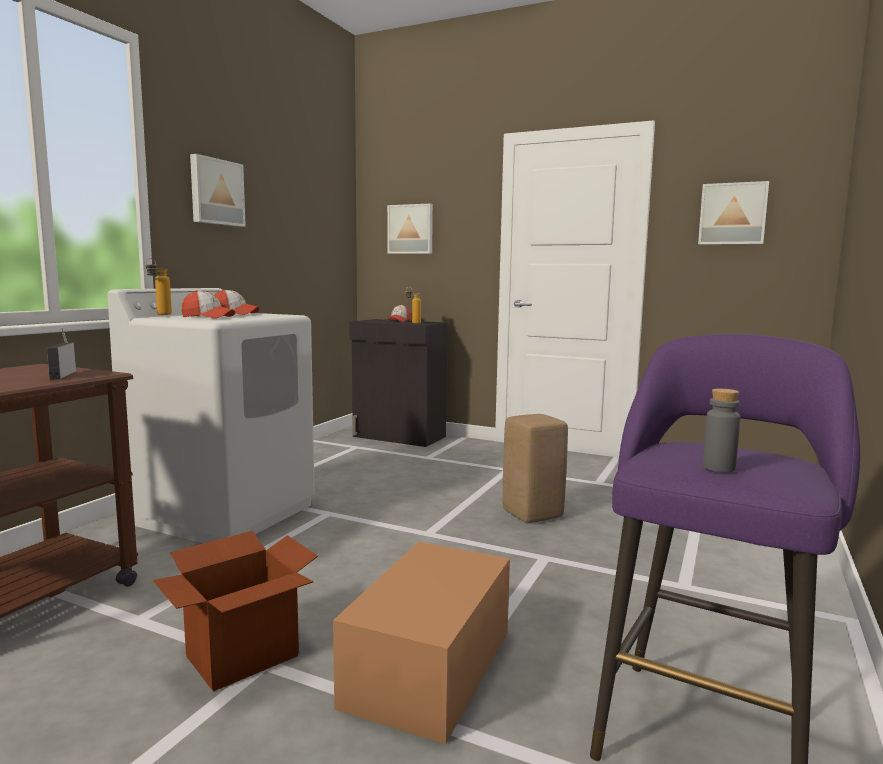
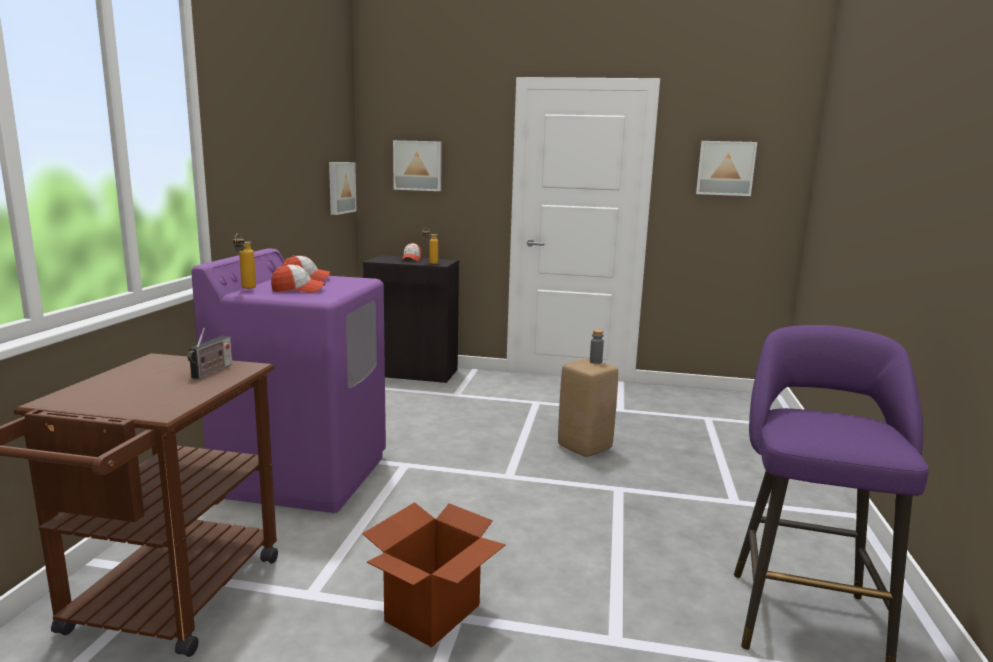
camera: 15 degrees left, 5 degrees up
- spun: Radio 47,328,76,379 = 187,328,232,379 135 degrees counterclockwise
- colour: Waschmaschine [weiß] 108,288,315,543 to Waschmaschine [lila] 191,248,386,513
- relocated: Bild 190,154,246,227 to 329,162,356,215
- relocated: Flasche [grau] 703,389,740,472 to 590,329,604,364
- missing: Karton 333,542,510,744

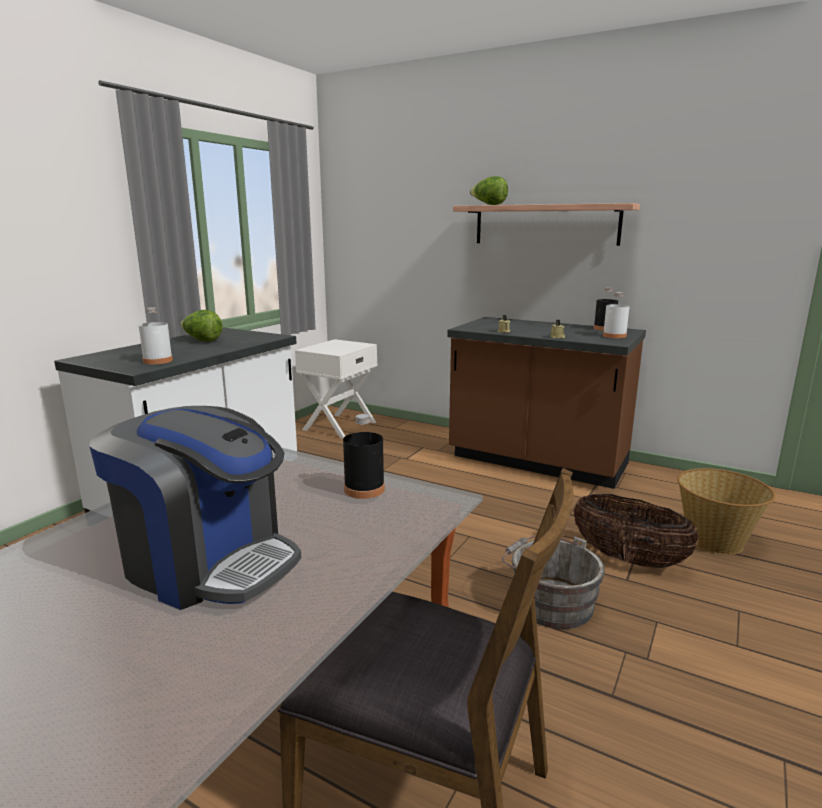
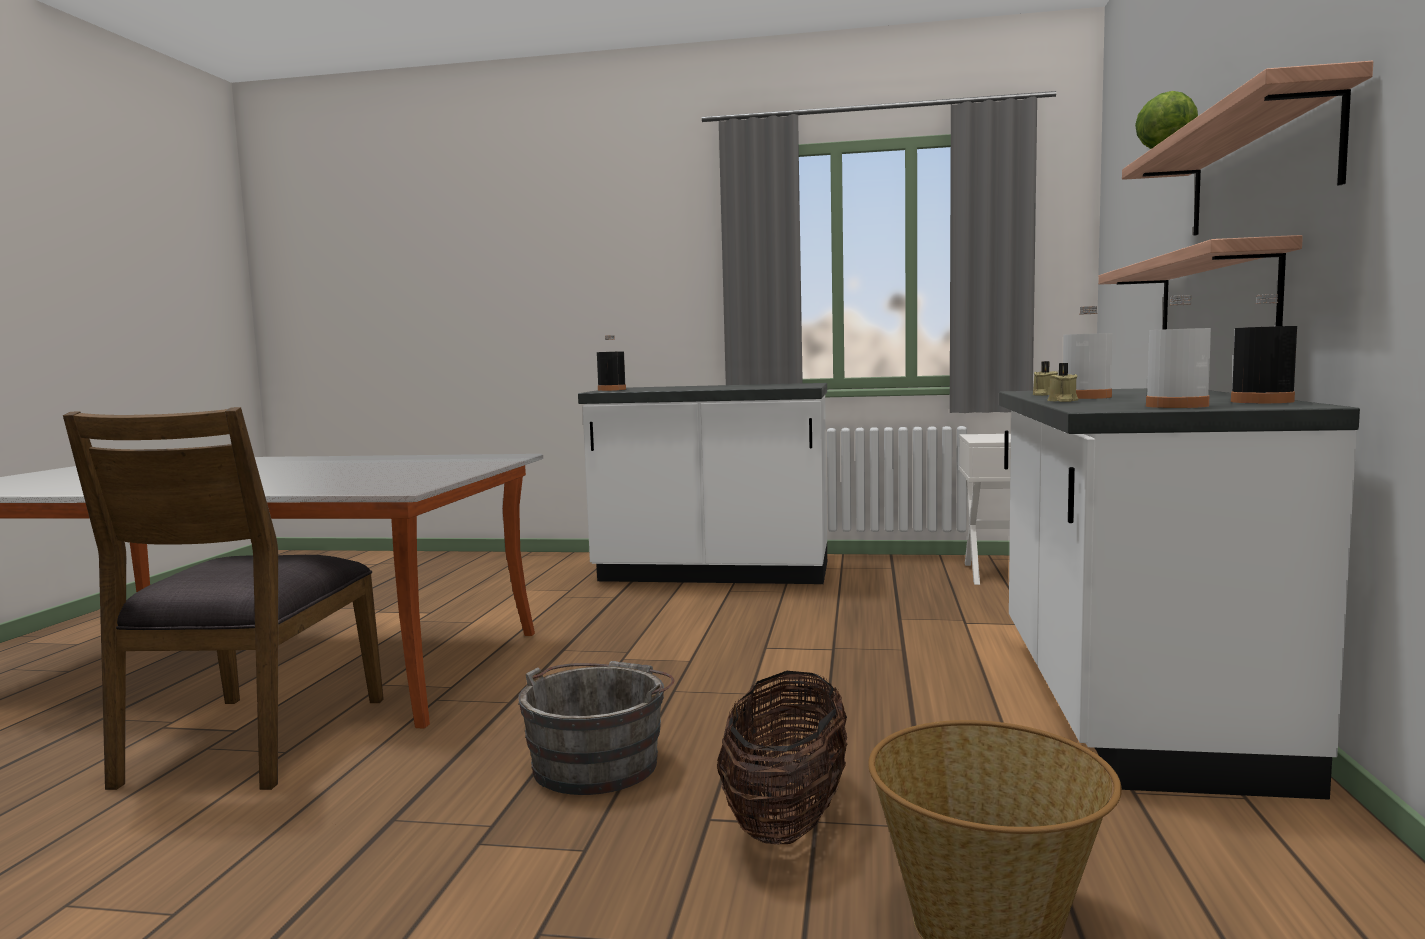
camera: 70 degrees right, 10 degrees down
- relocated: Flasche [schwarz] 343,414,385,499 to 597,335,626,391
- colour: Küchenzeile [braun] 447,317,646,489 to Küchenzeile [weiß] 999,388,1360,800
- relocated: Flasche [weiß] 139,308,173,364 to 1063,306,1113,399
- appeared: Wandregal 1098,235,1303,329
- missing: Kaffeemaschine 89,406,301,610
- missing: Salatkopf 180,310,223,341

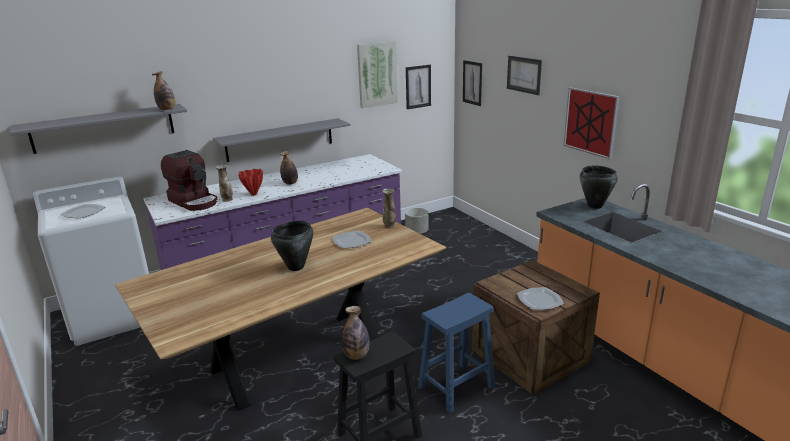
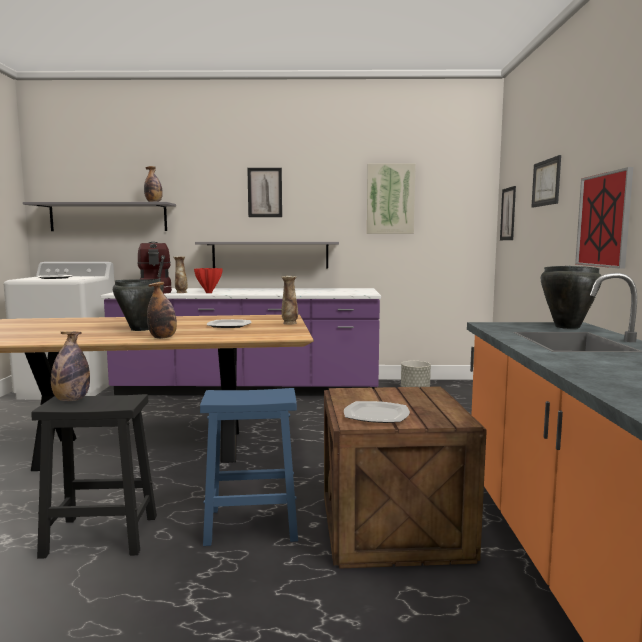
camera: 30 degrees right, 15 degrees down
- relocated: Flasche 280,151,298,185 to 147,282,177,339
- relocated: Bild 406,65,431,109 to 247,168,282,217

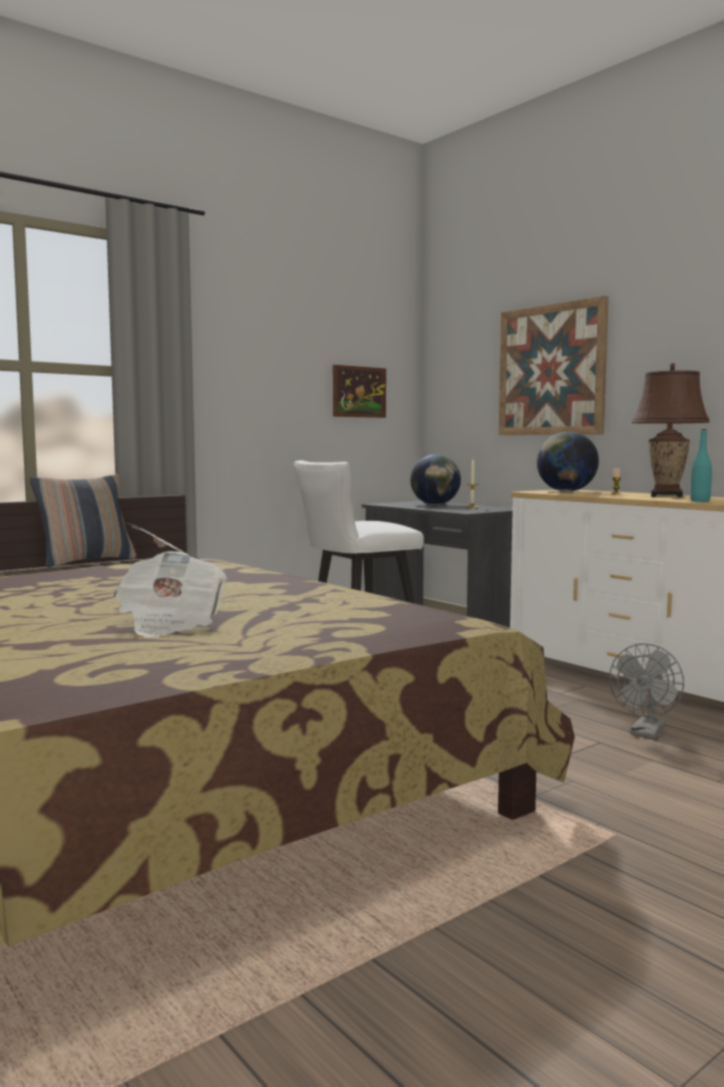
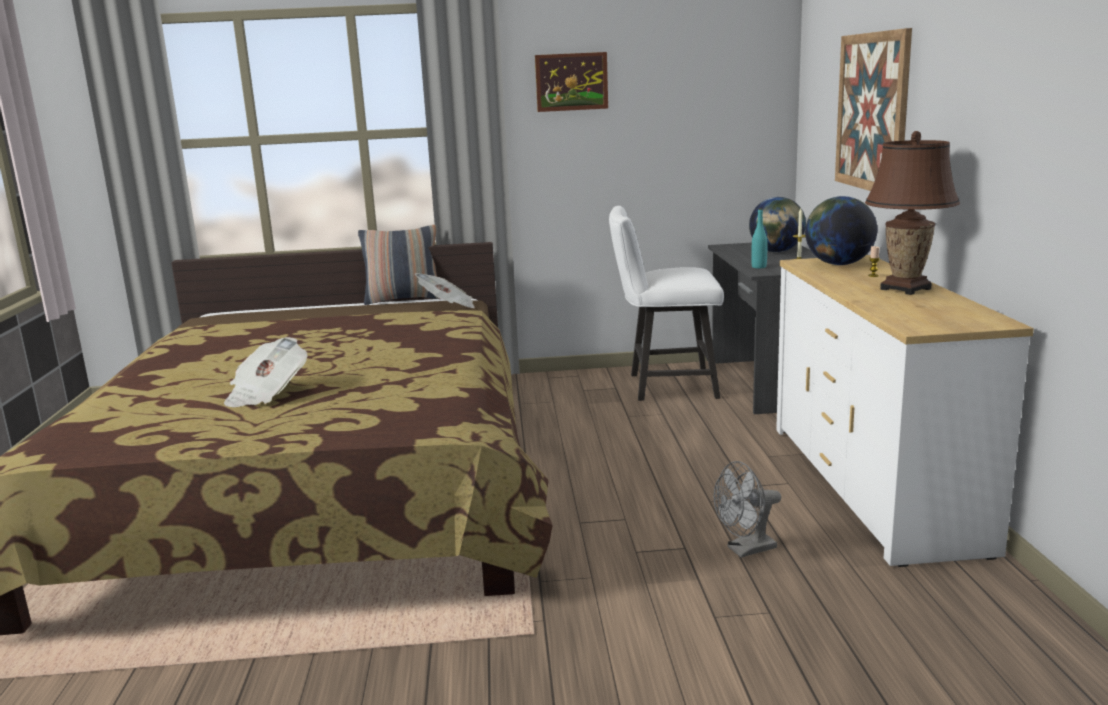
camera: 35 degrees right, 10 degrees up
- relocated: Bild 333,365,386,418 to 535,52,608,112
- relocated: Flasche [türkis] 691,429,712,502 to 751,208,768,268

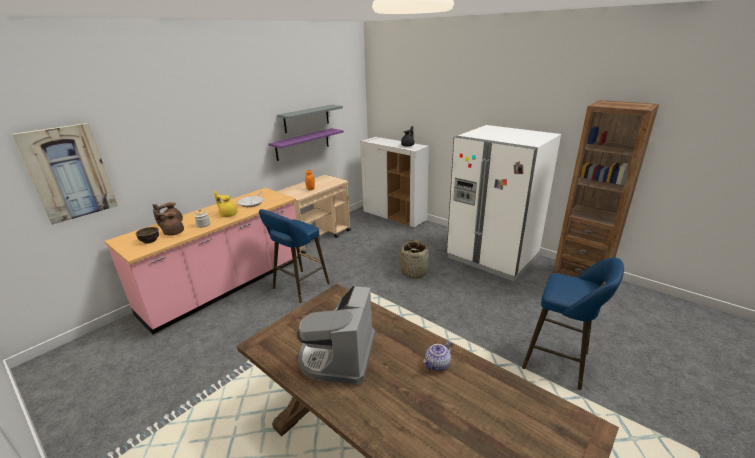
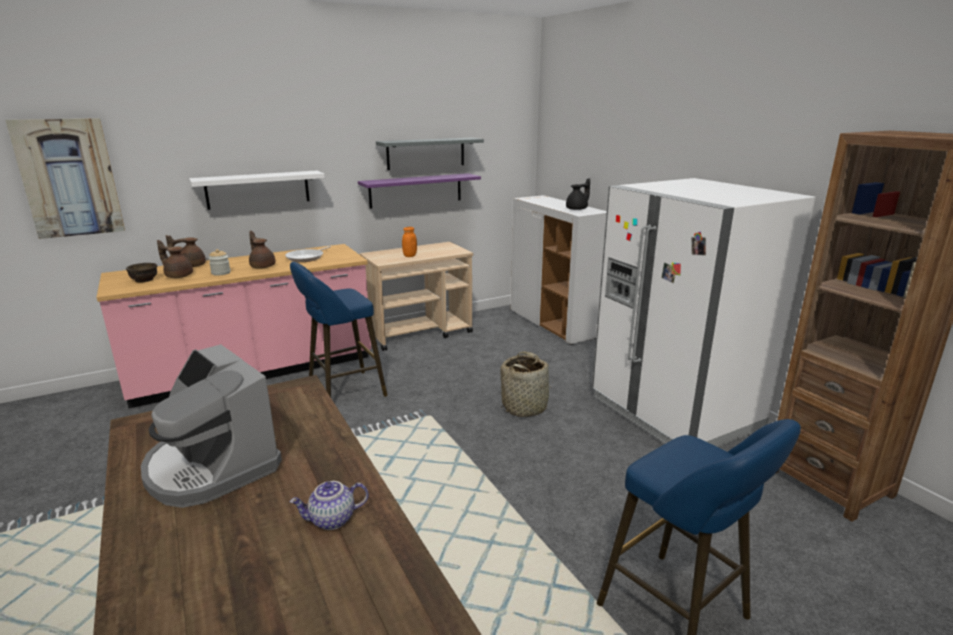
camera: 20 degrees right, 5 degrees down
- spun: Kaffeemaschine 297,285,375,385 = 141,344,282,508 75 degrees counterclockwise
- appeared: Wandregal [weiß] 189,171,325,210
- colour: Teekanne [gelb] 214,191,238,217 to Teekanne [braun] 249,231,276,269

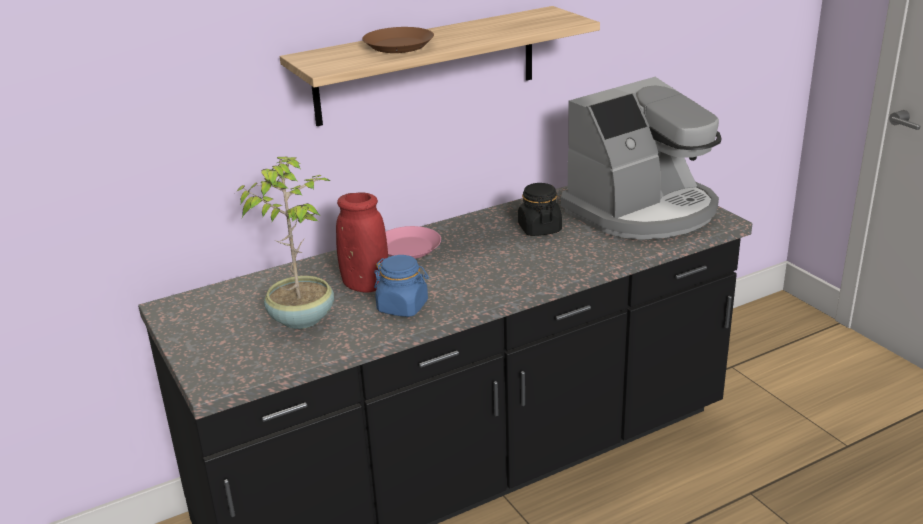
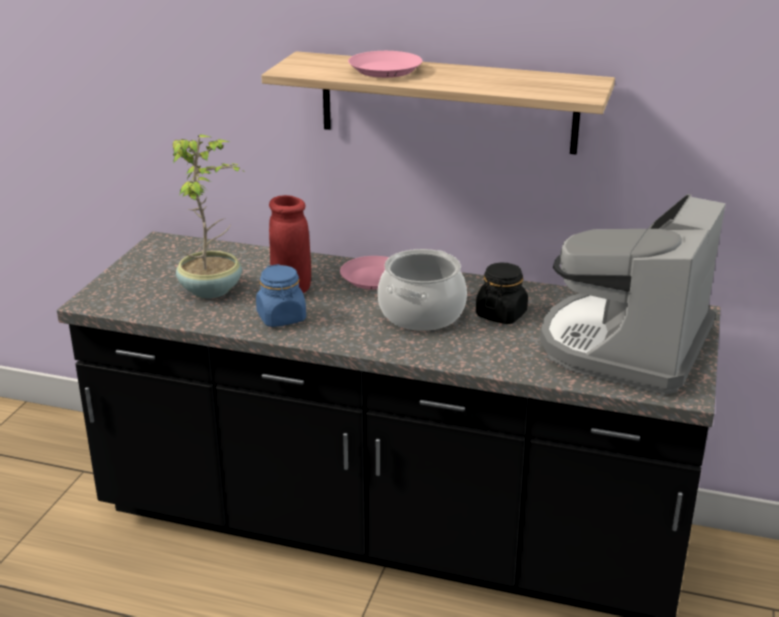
camera: 45 degrees right, 0 degrees up
- colour: Teller [braun] 362,27,434,53 to Teller [rosa] 348,51,423,78
- appeared: Kochtopf 378,249,467,331
- spun: Kaffeemaschine 561,77,721,240 = 540,194,726,395 105 degrees clockwise

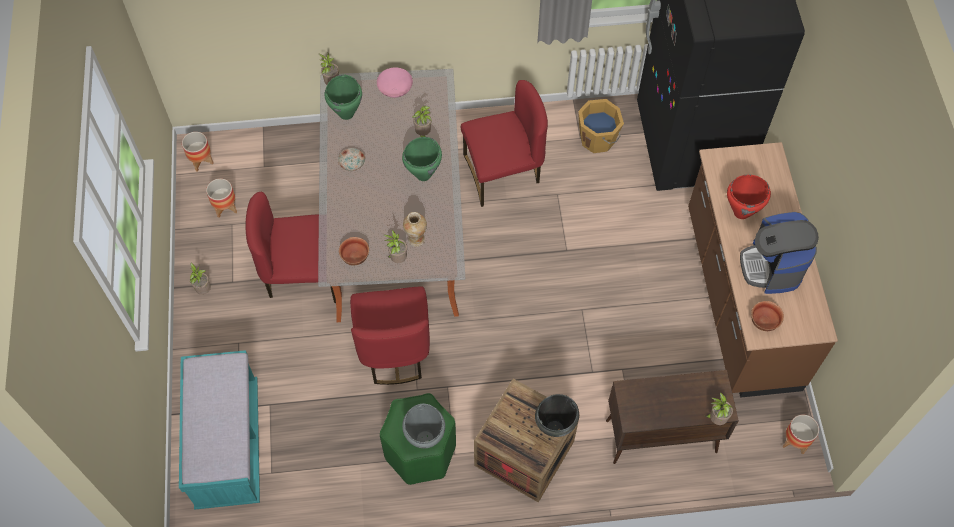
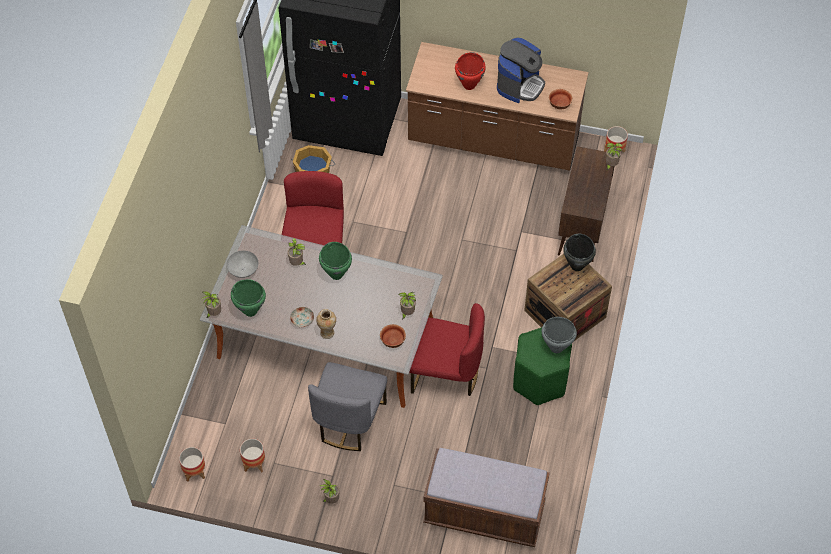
camera: 70 degrees left, 5 degrees down
- colour: Schüssel [rosa] 377,67,413,98 to Schüssel [grau] 227,251,259,278
- colour: Stuhl [rot] 246,192,336,303 to Stuhl [grau] 308,362,387,451
- relocated: Vase 403,212,427,247 to 316,309,336,339
- colour: Bank [türkis] 179,350,260,510 to Bank [braun] 423,448,550,547
- spun: Kaffeemaschine 740,212,819,294 = 497,38,545,103 75 degrees counterclockwise

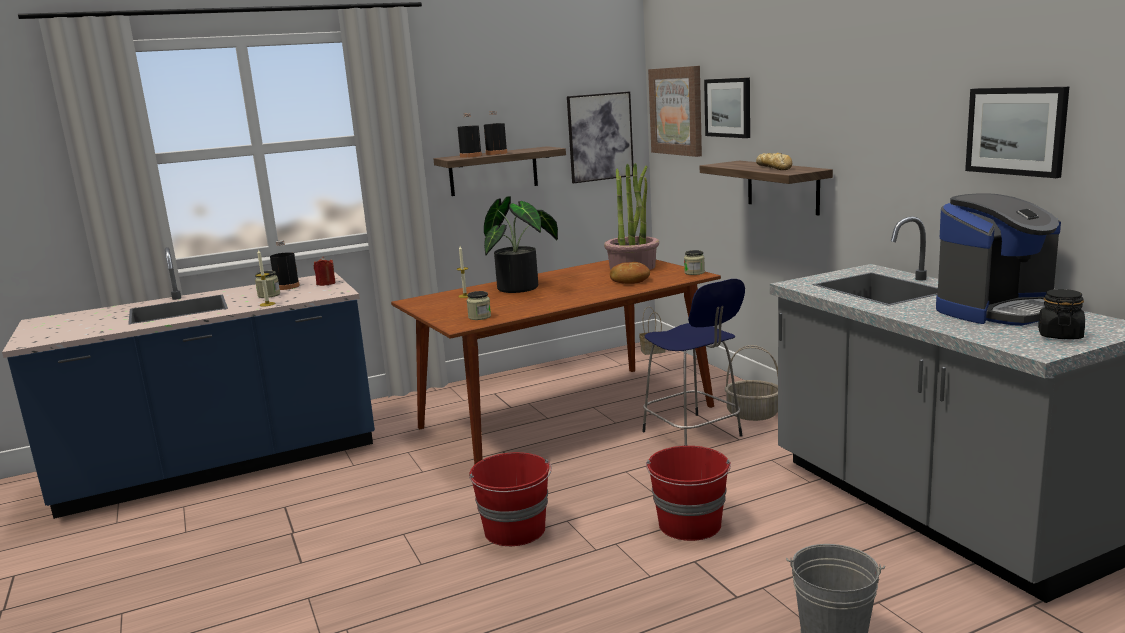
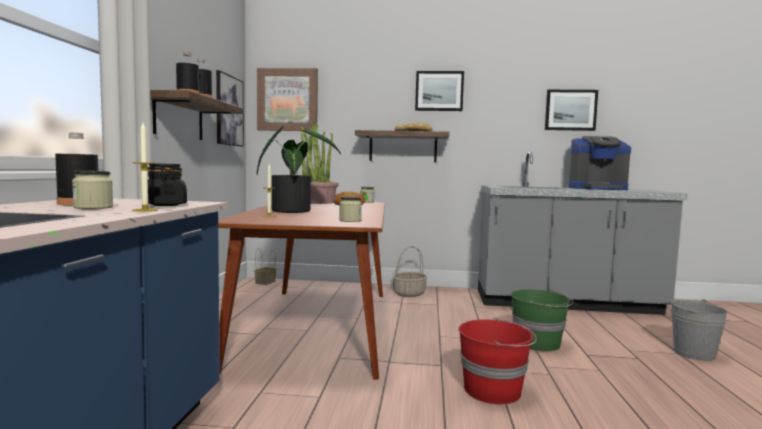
camera: 60 degrees left, 10 degrees down
- relocated: Vorratsglas [schwarz] 1038,289,1085,339 to 147,163,187,206
- relocated: Bild 704,78,750,138 to 415,71,464,111
- colour: Eimer [rot] 646,446,731,541 to Eimer [grün] 511,289,573,352
- spun: Kaffeemaschine 936,193,1061,326 = 569,136,631,190 90 degrees clockwise
- missing: Kerze [rot] 314,256,336,286
- missing: Hocker [blau] 642,279,745,446

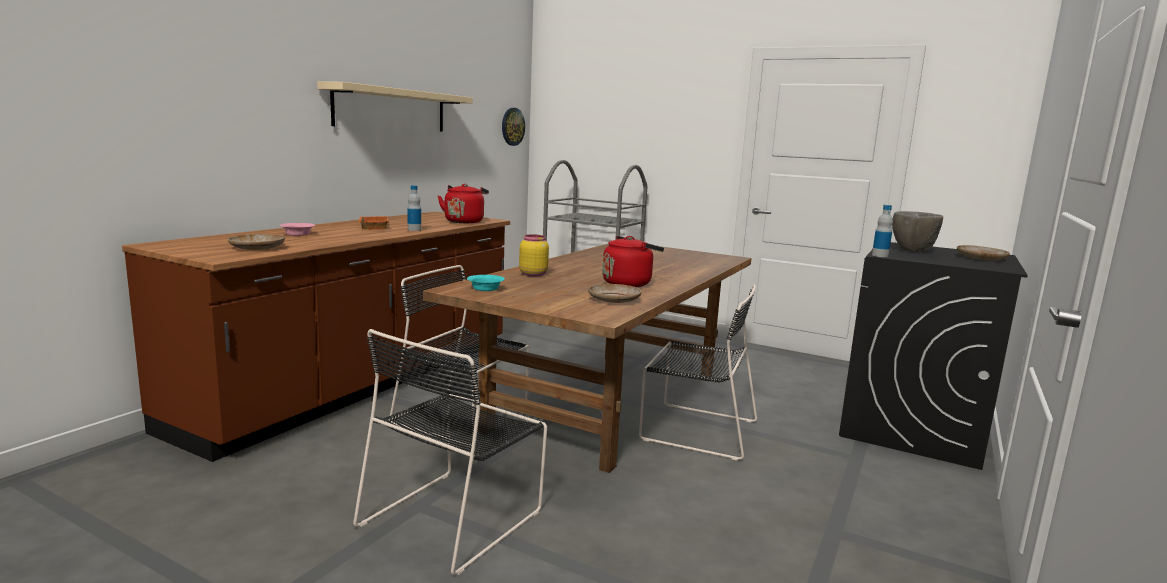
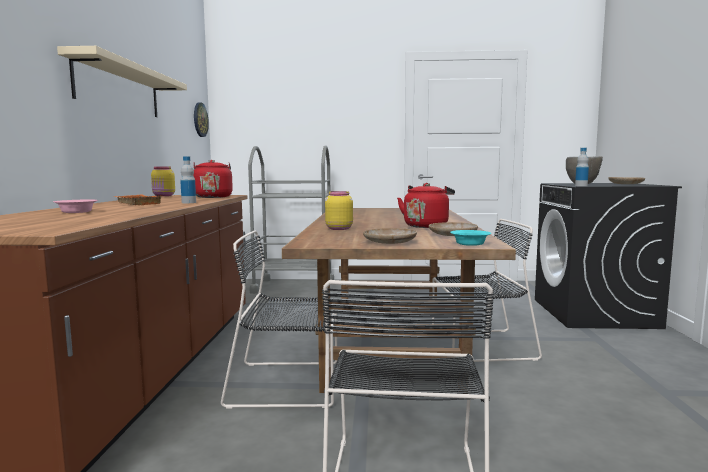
camera: 25 degrees left, 5 degrees down
- appeared: Vorratsglas [gelb] 151,166,175,196
- relocated: Teller [beige] 228,234,285,250 to 363,228,417,244
- relocated: Schüssel [türkis] 467,275,505,291 to 450,230,491,246

